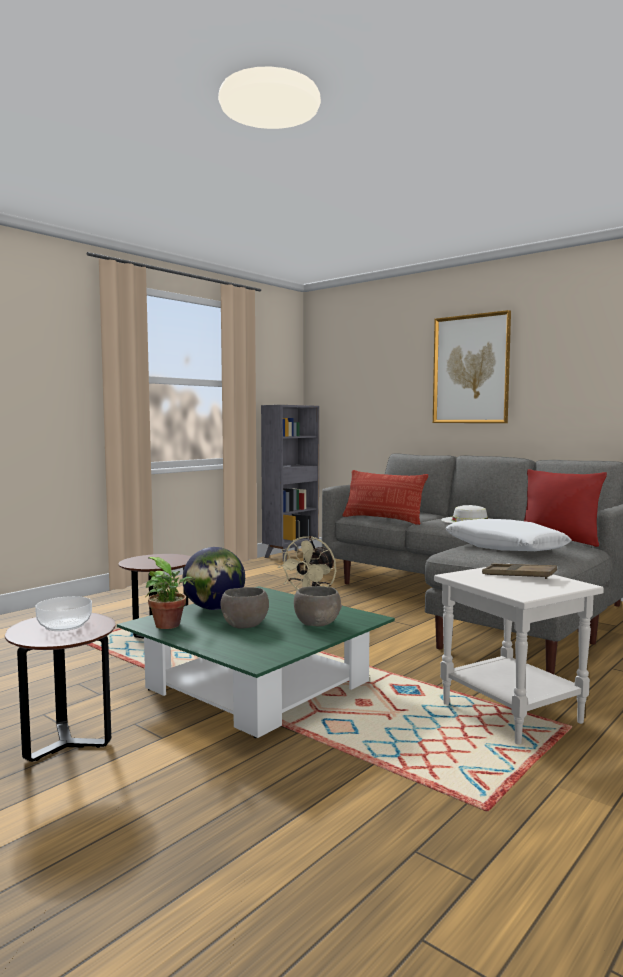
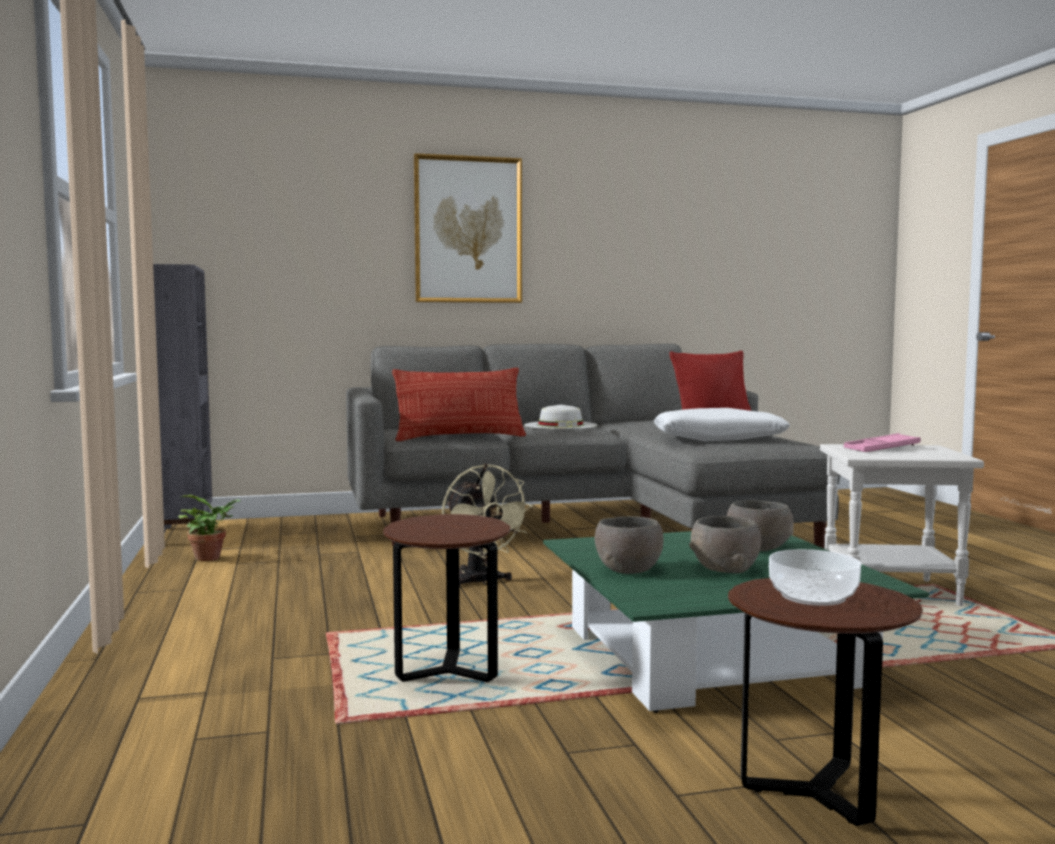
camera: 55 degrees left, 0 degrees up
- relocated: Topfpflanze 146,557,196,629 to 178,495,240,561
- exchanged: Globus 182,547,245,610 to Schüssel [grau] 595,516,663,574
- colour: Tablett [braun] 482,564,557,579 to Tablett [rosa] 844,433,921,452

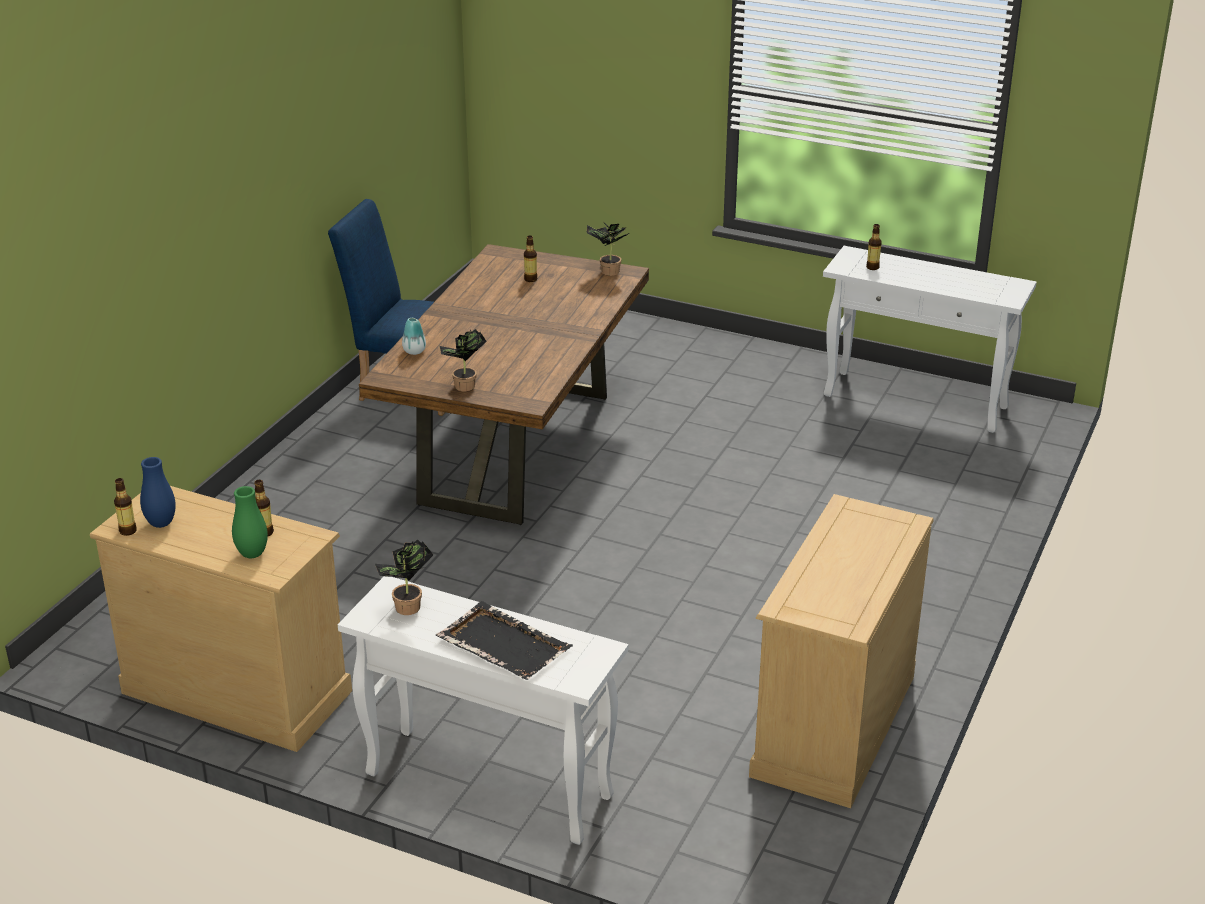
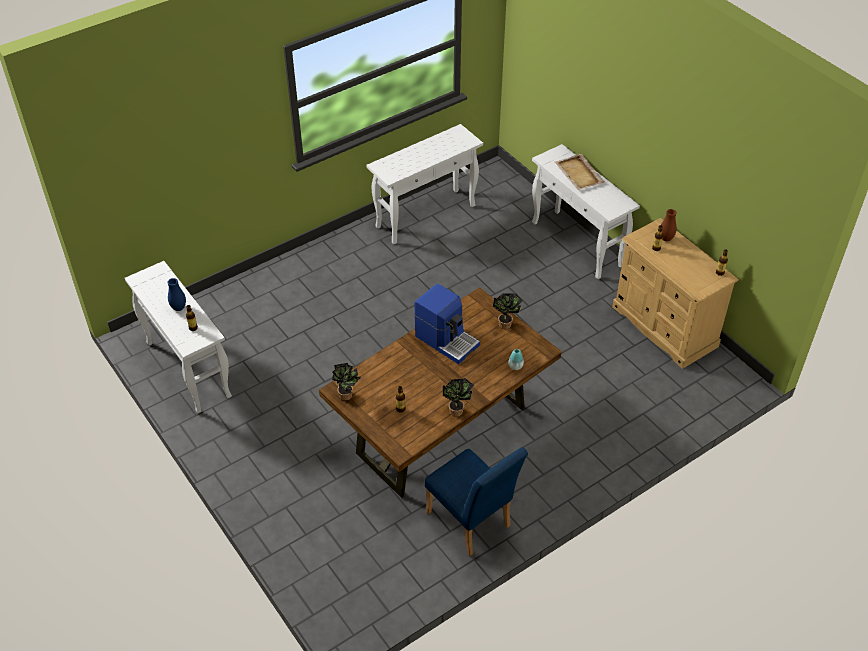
camera: 150 degrees left, 15 degrees up
- relocated: Vase [blau] 140,457,176,528 to 167,278,186,311
- exchanged: Kommode [beige] 749,494,934,808 to Konsolentisch [weiß] 367,124,483,244
- appeared: Kaffeemaschine 414,284,480,364
- relocated: Topfpflanze 375,539,433,615 to 443,377,474,417
- colour: Tablett [schwarz] 436,601,573,680 to Tablett [beige] 554,154,605,190
- colour: Vase [grün] 232,486,268,558 to Vase [braun] 661,209,677,241

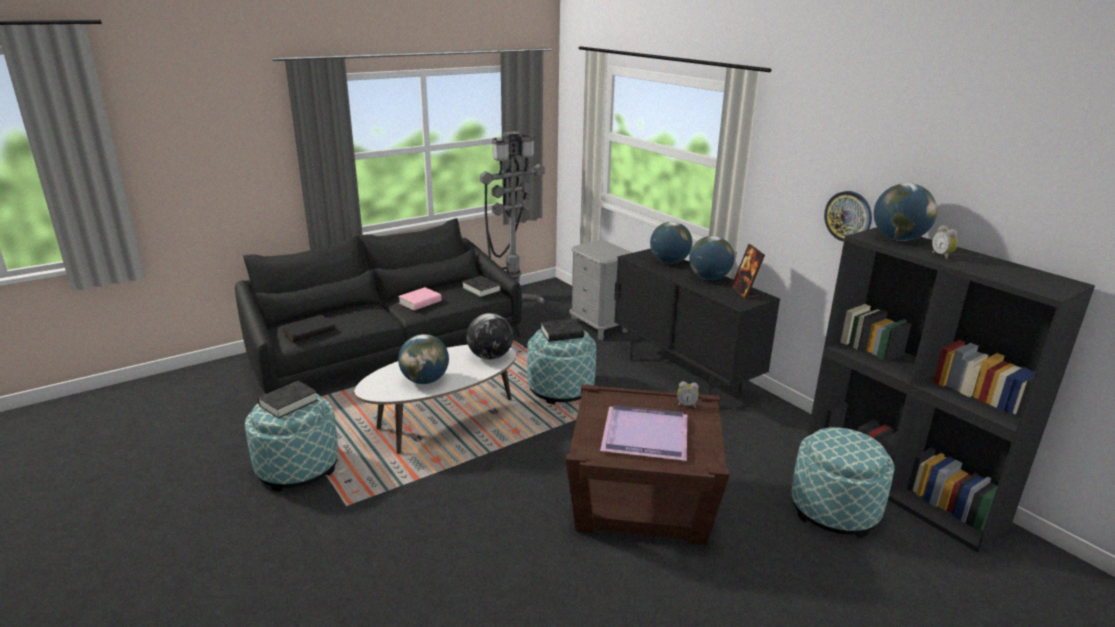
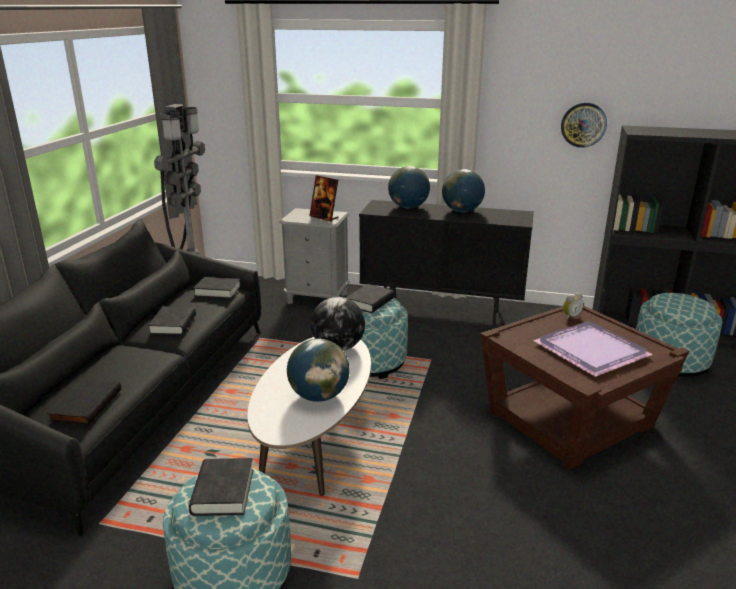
camera: 40 degrees left, 0 degrees up
- colour: Buch [rosa] 398,287,442,310 to Buch [schwarz] 148,306,196,335
- relocated: Bilderrahmen 731,244,765,299 to 310,175,339,222
- missing: Globus 874,183,937,241
- missing: Wecker 932,225,958,260

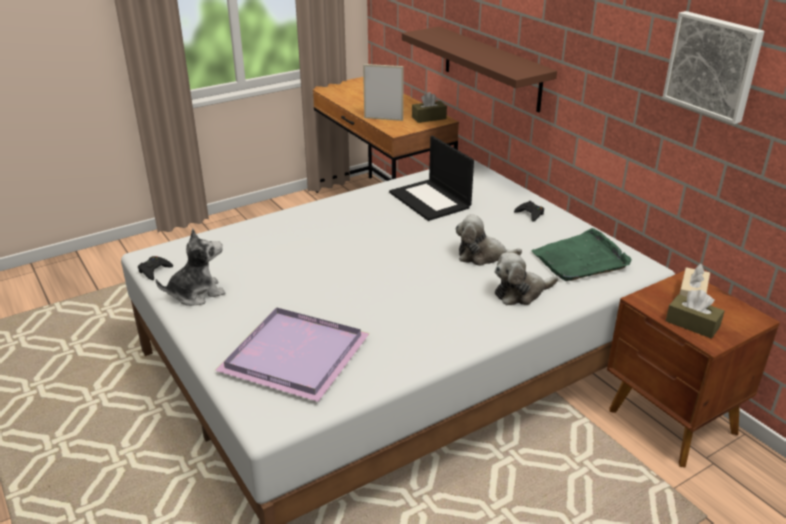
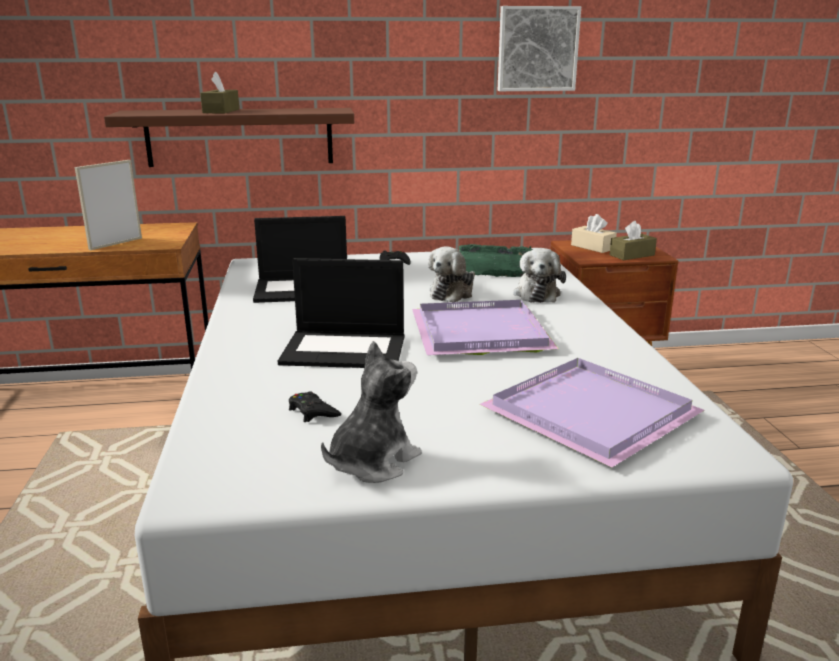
camera: 65 degrees left, 10 degrees down
- relocated: Taschentuchbox [braun] 412,92,447,123 to 200,72,239,113
- appeared: Laptop 278,258,404,368
- relocated: Gamepad [schwarz] 138,256,173,280 to 289,391,341,422
- spun: Plüschtier 155,229,225,306 = 321,341,422,483 45 degrees clockwise
- appeared: Tablett [lila] 412,300,559,355

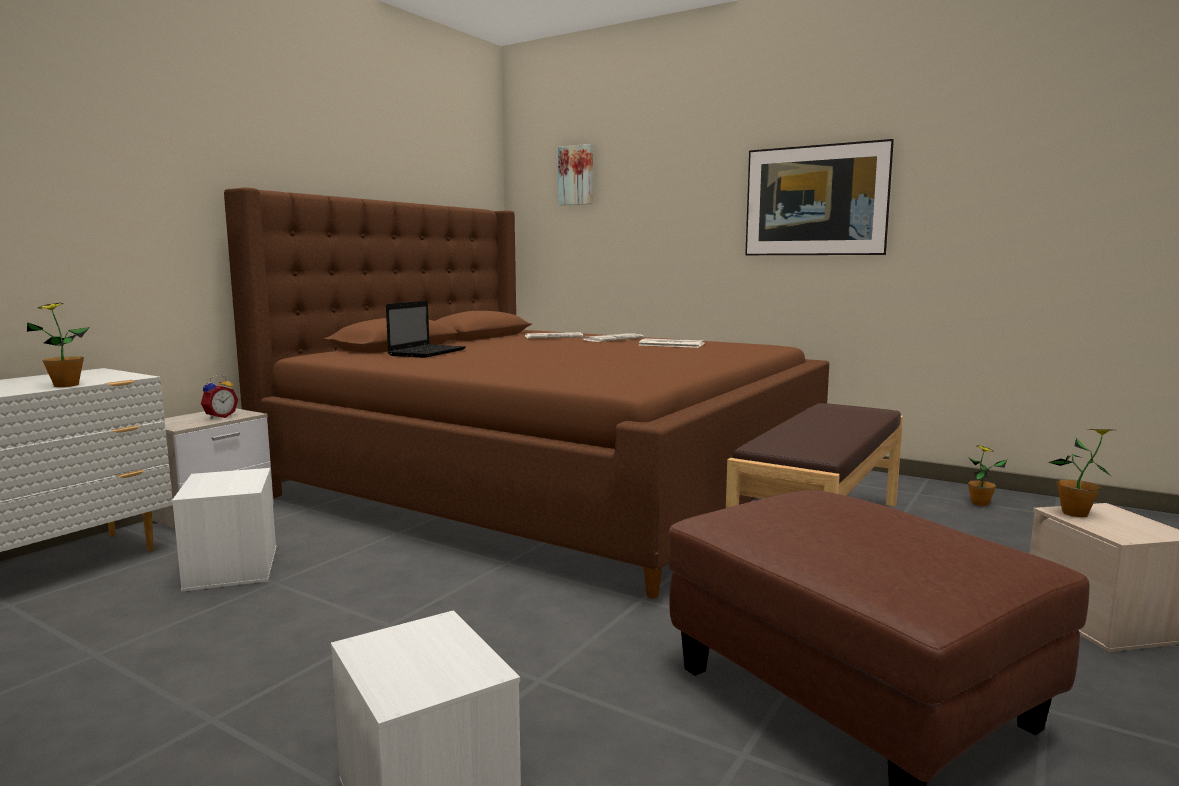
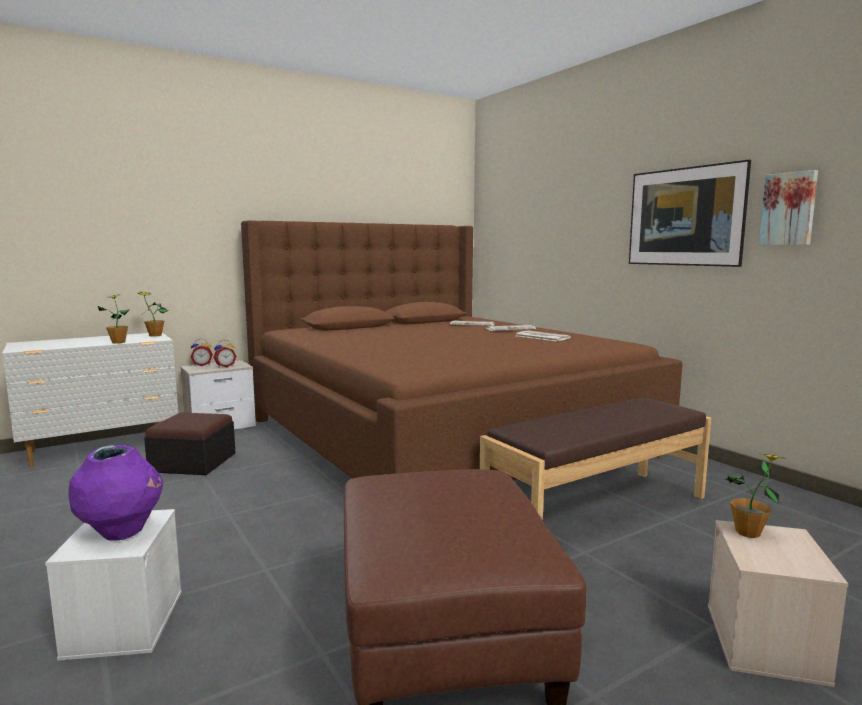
camera: 25 degrees right, 0 degrees up
- appeared: Vase [lila] 68,445,163,541
- relocated: Topfpflanze 968,445,1007,506 to 138,292,168,337
- exchanged: Aufbewahrungsbox [weiß] 172,468,277,592 to Polsterhocker 144,413,235,475
- appeared: Wecker 191,339,213,366
- relocated: Bild 558,144,593,206 to 759,170,818,245
- missing: Laptop 386,301,466,358

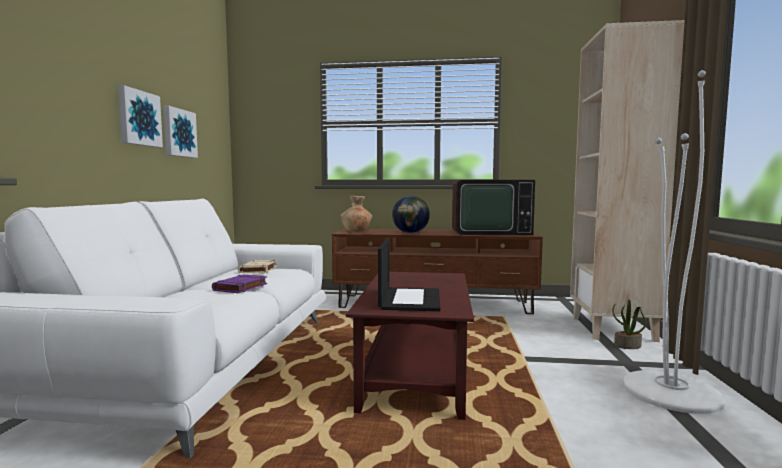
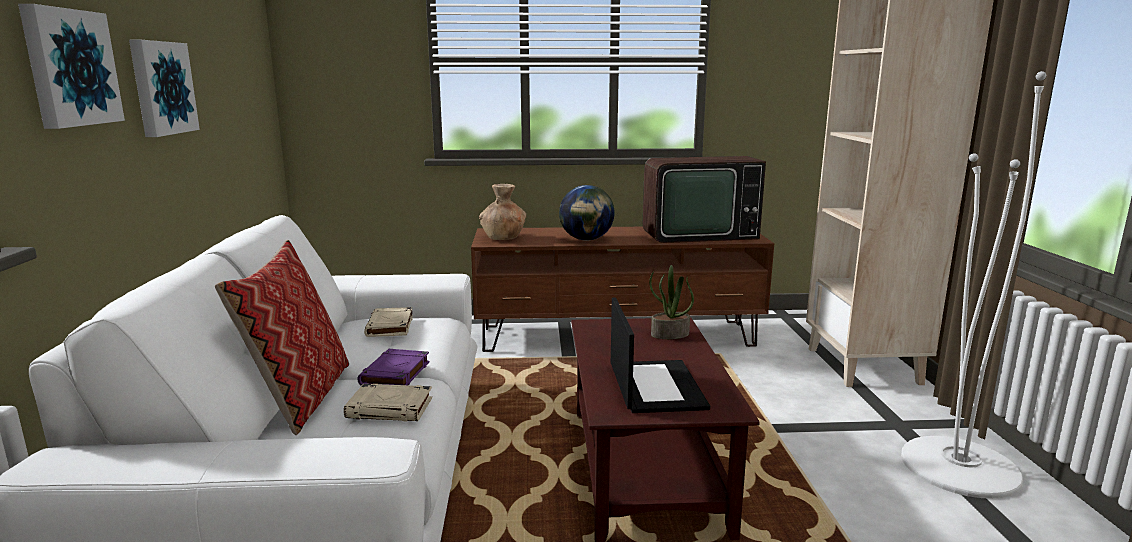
camera: 10 degrees left, 10 degrees up
- relocated: Bild 163,106,198,158 to 18,4,125,129
- appeared: Kissen 215,240,349,435
- appeared: Buch [beige] 344,383,432,421
- relocated: Topfpflanze 612,299,646,349 to 649,265,694,339

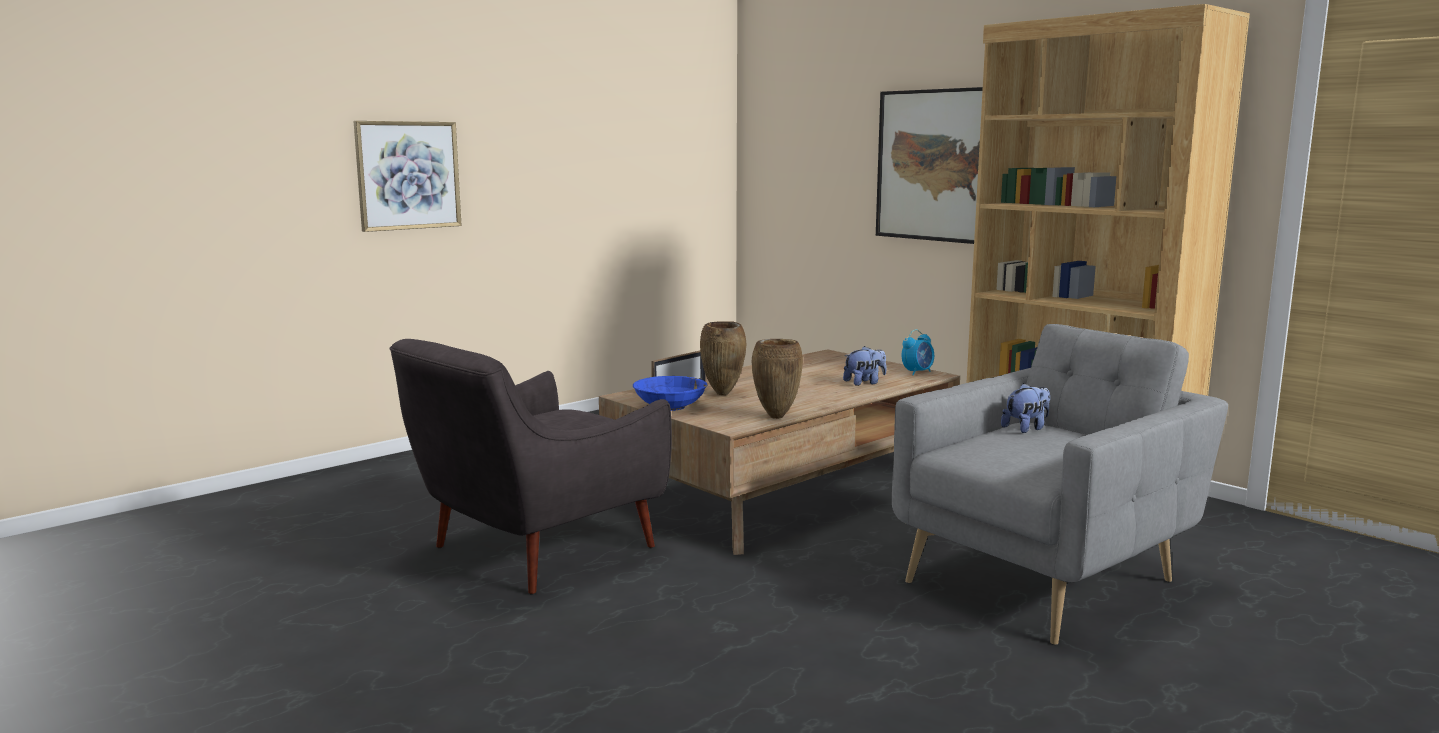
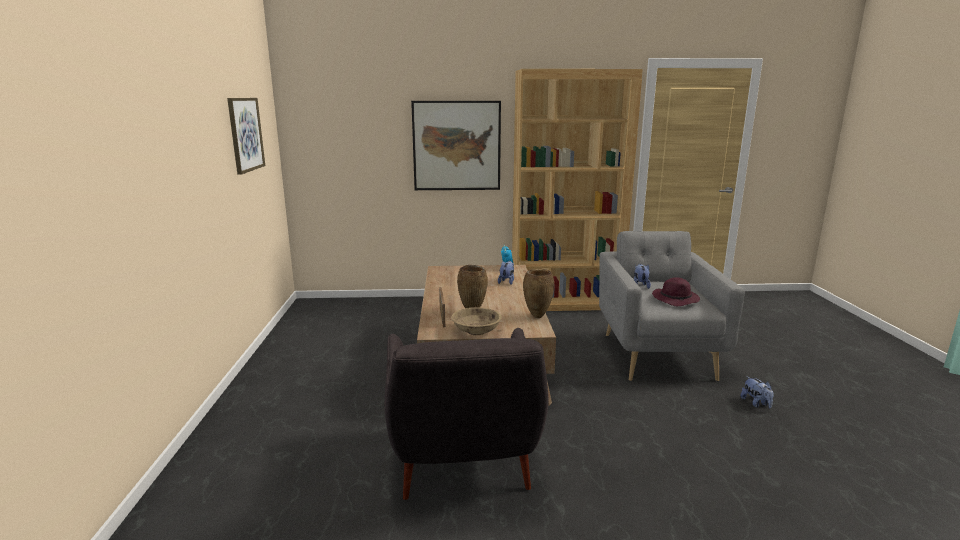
camera: 50 degrees left, 5 degrees up
- relocated: Bild 354,121,462,232 to 227,98,265,175
- colour: Schüssel [blau] 633,376,707,411 to Schüssel [beige] 451,307,502,335
- appeared: Hut [lila] 652,278,700,306
- appeared: Plüschtier 741,376,774,408

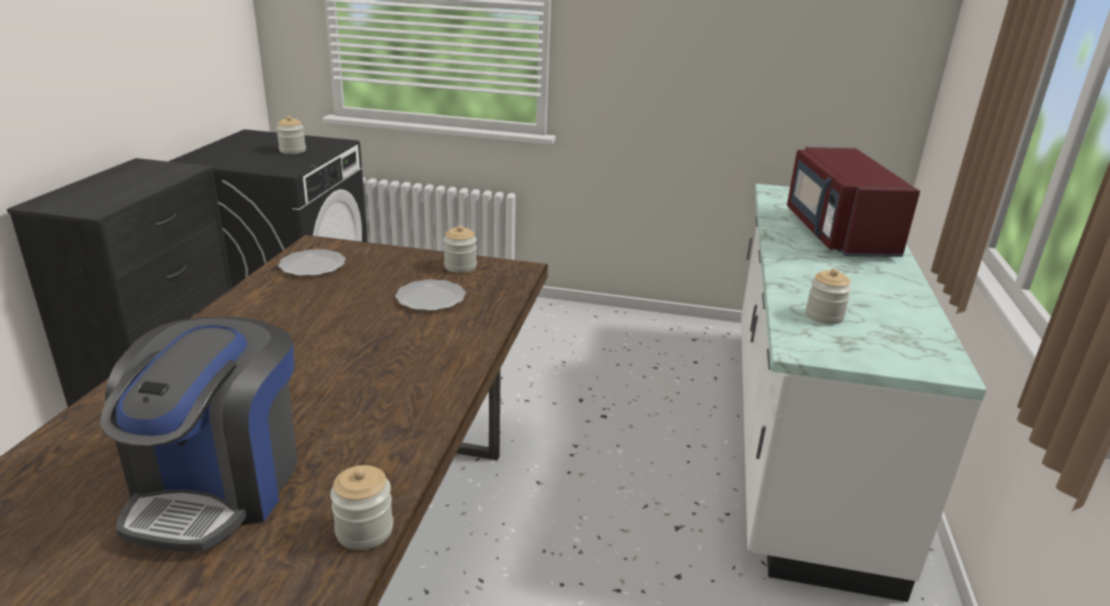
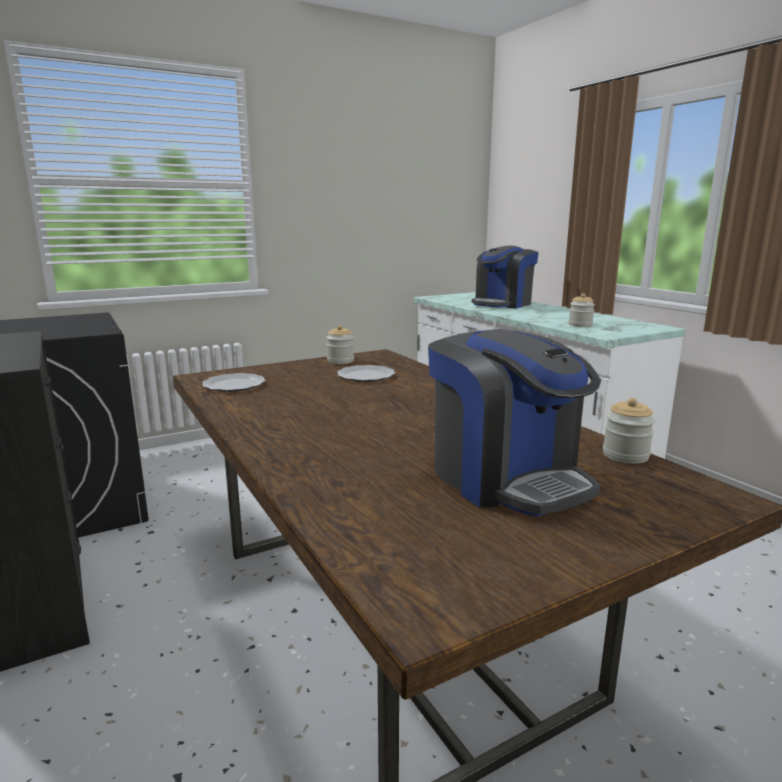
camera: 40 degrees left, 10 degrees down
- exchanged: Mikrowelle [rot] 787,147,920,257 to Kaffeemaschine 472,246,539,308
- missing: Vorratsglas 276,116,306,154

